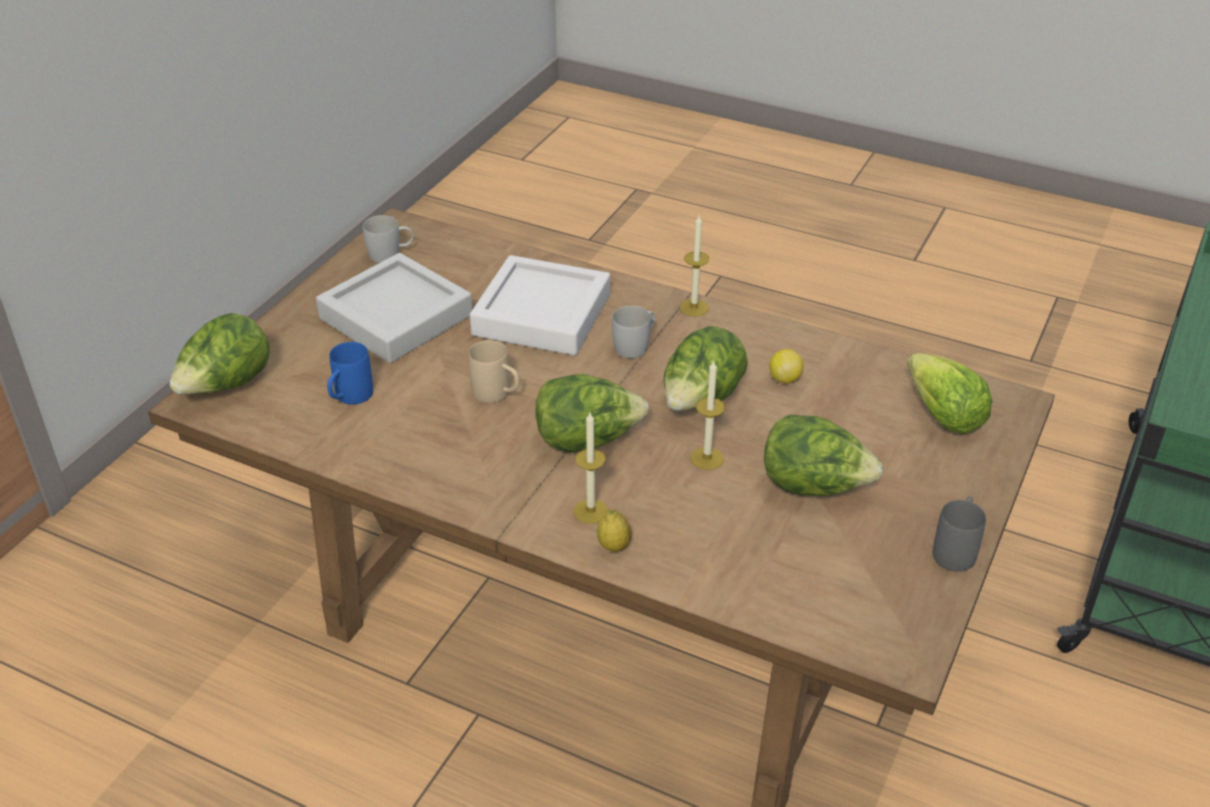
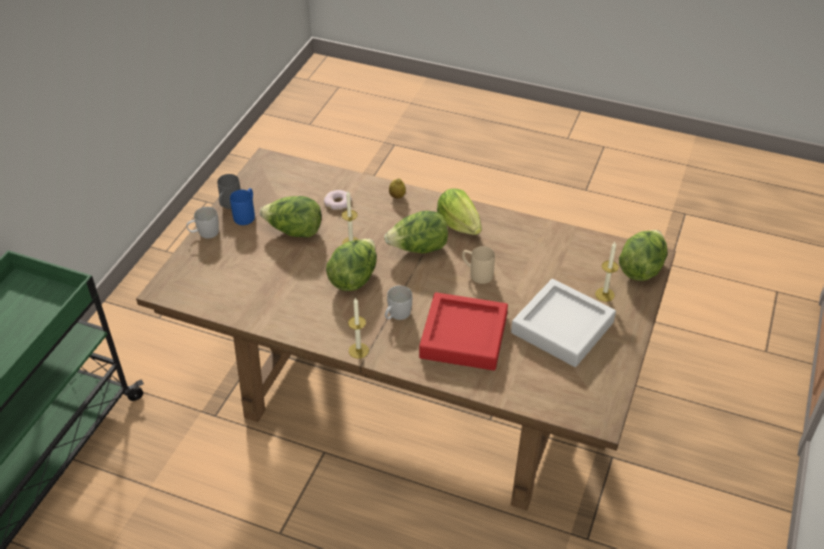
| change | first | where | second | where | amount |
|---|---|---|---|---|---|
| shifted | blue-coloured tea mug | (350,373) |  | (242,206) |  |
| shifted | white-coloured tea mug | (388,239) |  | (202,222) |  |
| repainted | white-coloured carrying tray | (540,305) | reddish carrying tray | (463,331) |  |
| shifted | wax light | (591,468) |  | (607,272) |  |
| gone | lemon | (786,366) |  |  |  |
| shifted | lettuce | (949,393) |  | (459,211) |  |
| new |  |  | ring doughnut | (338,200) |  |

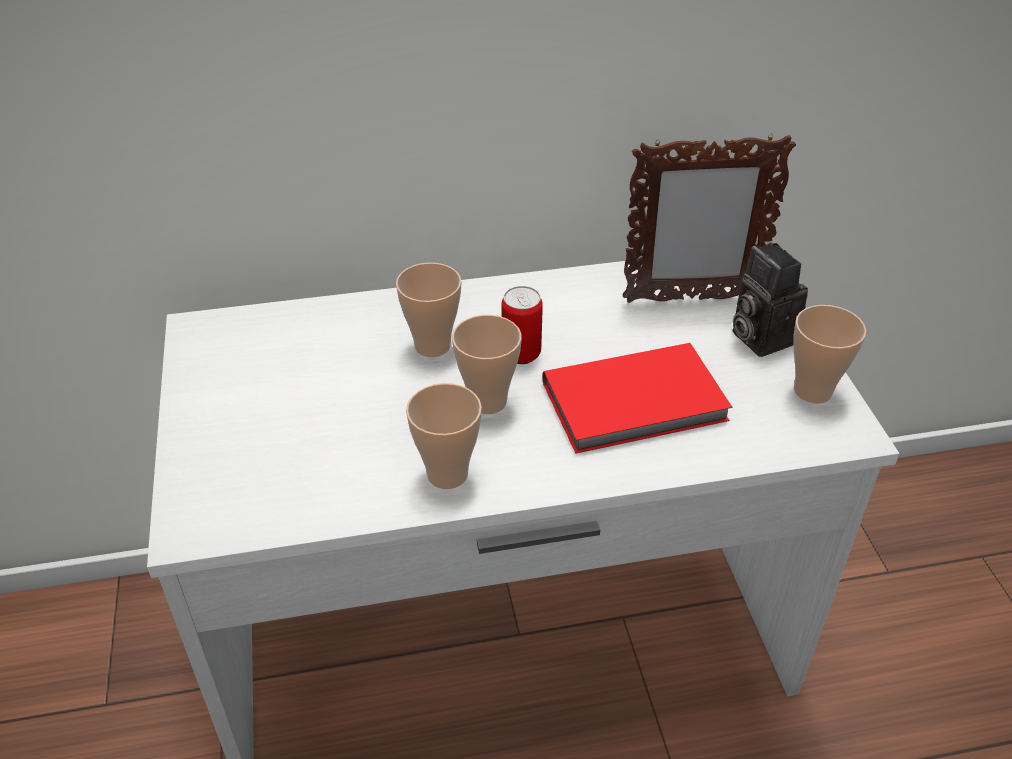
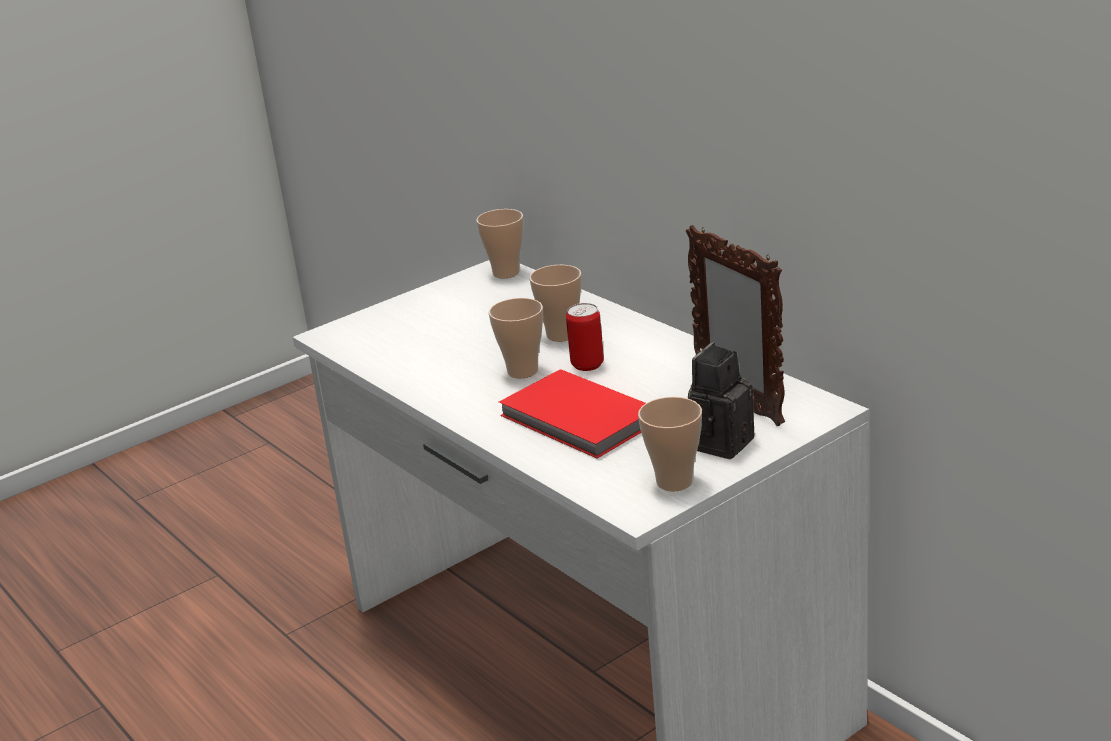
| change | first | where | second | where | amount |
|---|---|---|---|---|---|
| shifted | small cup | (444,436) |  | (500,243) |  |

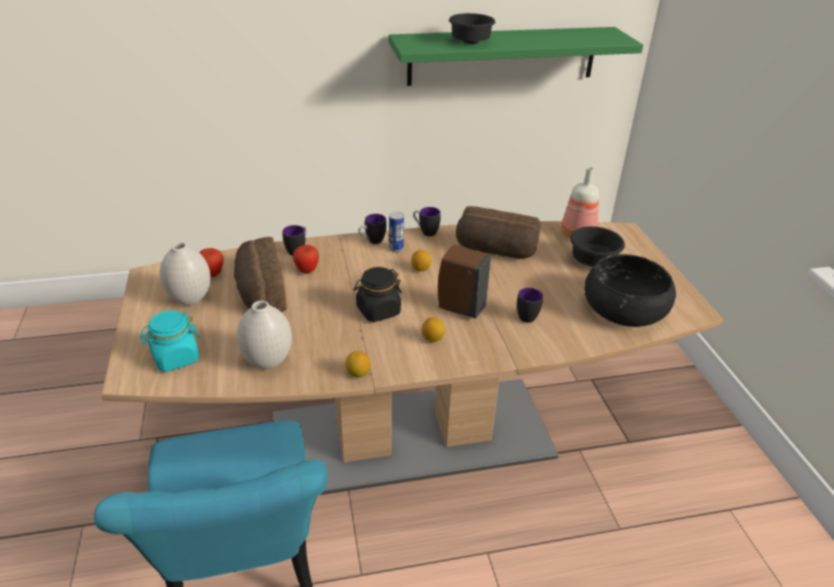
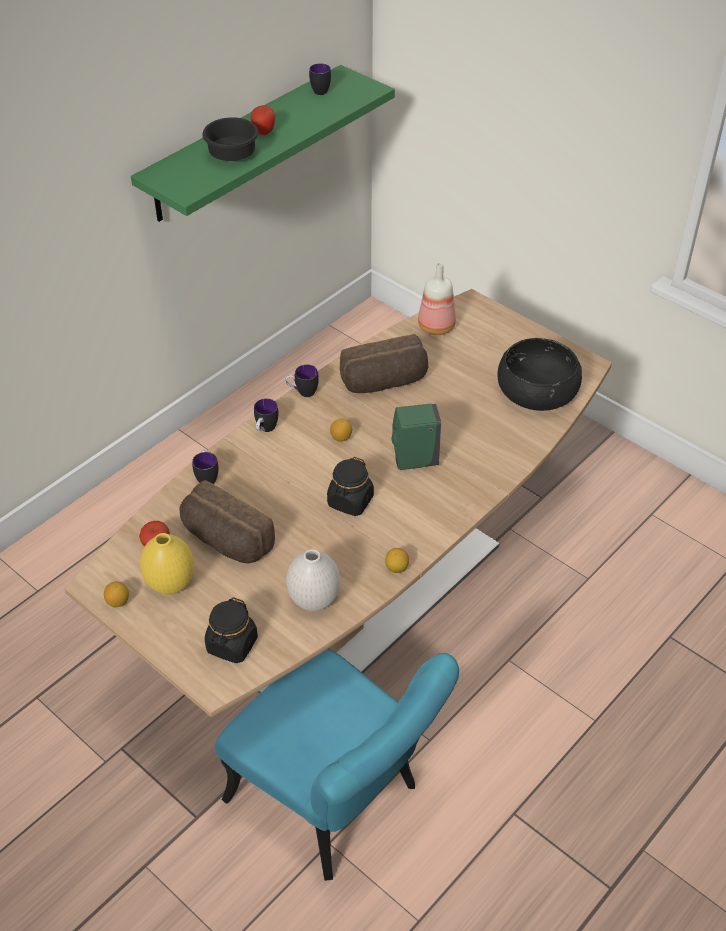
| change | first | where | second | where | amount |
|---|---|---|---|---|---|
| repainted | blue-green jar | (170,341) | black-coloured jar | (231,630) |  |
| repainted | white-coloured vase | (185,274) | yellow vase | (167,564) |  |
| shifted | apple | (305,259) |  | (262,120) |  |
| gone | can | (396,232) |  |  |  |
| shifted | lemon | (433,329) |  | (116,594) |  |
| repainted | brown soap dispenser | (464,282) | green-coloured soap dispenser | (416,437) |  |
| shifted | tea mug | (530,305) |  | (320,79) |  |
| gone | black-coloured serving bowl | (597,246) |  |  |  |

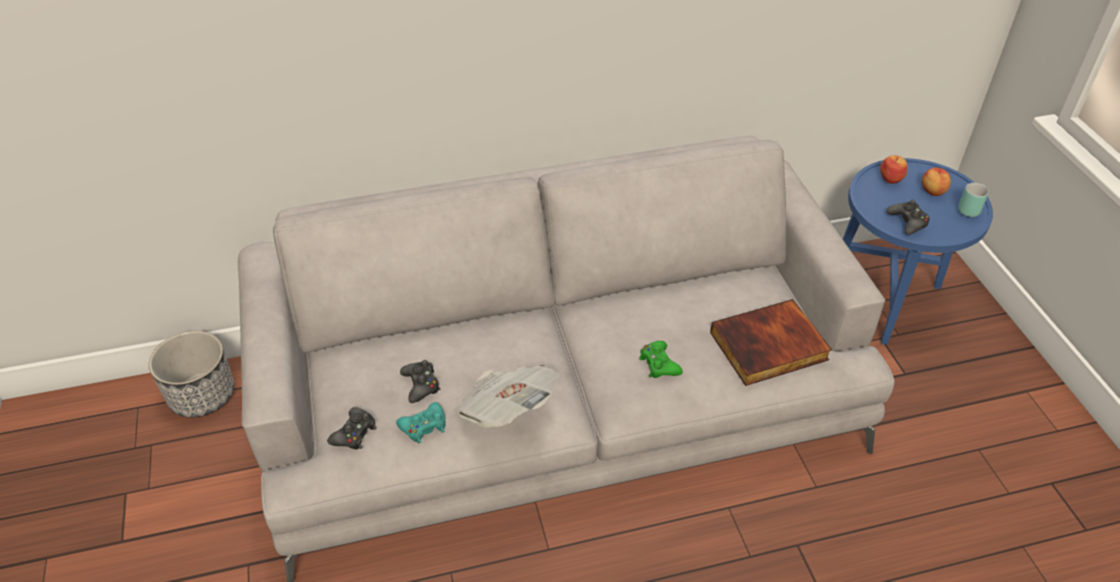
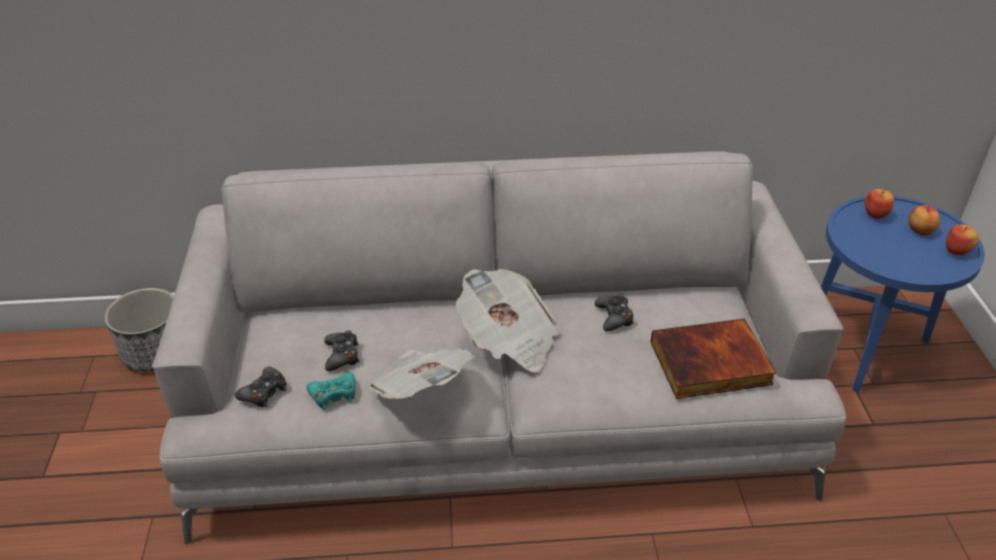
| change | first | where | second | where | amount |
|---|---|---|---|---|---|
| gone | green-coloured joypad | (661,359) |  |  |  |
| shifted | black-coloured joypad | (908,217) |  | (614,312) |  |
| swapped | blue-green tea mug | (973,200) | apple | (962,239) |  |
| new |  |  | printed paper | (508,320) |  |

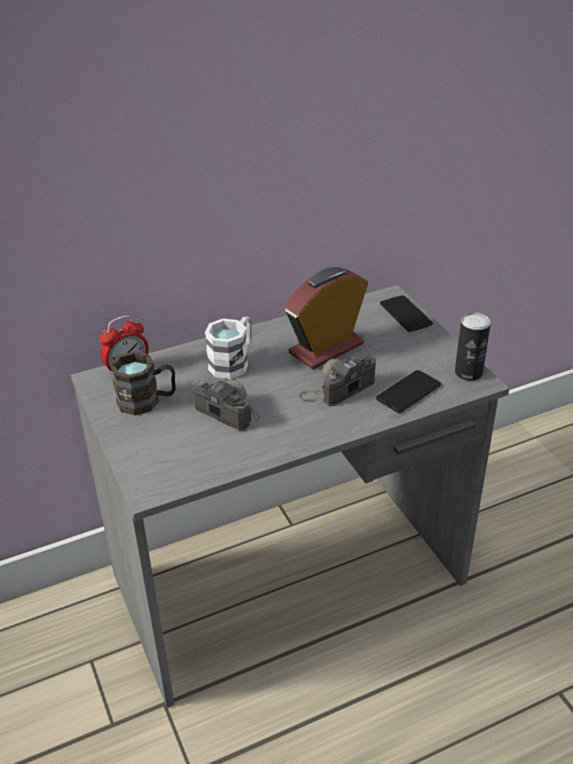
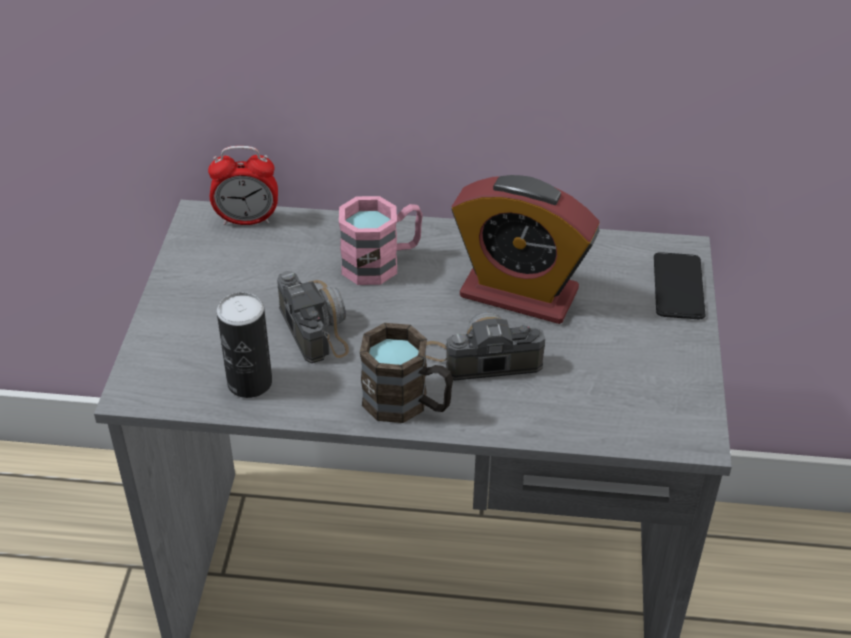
| change | first | where | second | where | amount |
|---|---|---|---|---|---|
| shifted | brown tea mug | (143,383) |  | (406,373) |  |
| repainted | white-coloured tea mug | (228,348) | pink-coloured tea mug | (381,240) |  |
| rotated | bedside clock | (326,318) |  | (525,249) | 150 degrees counterclockwise |
| gone | phone | (408,391) |  |  |  |
| shifted | can | (473,346) |  | (244,345) |  |

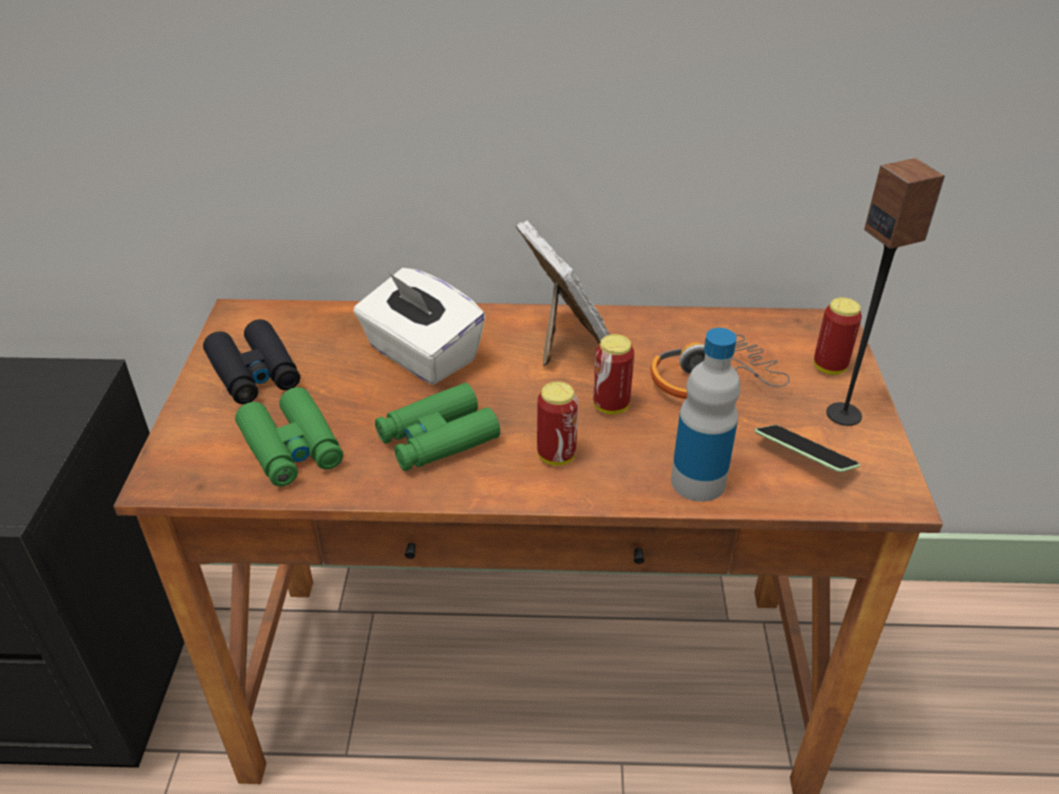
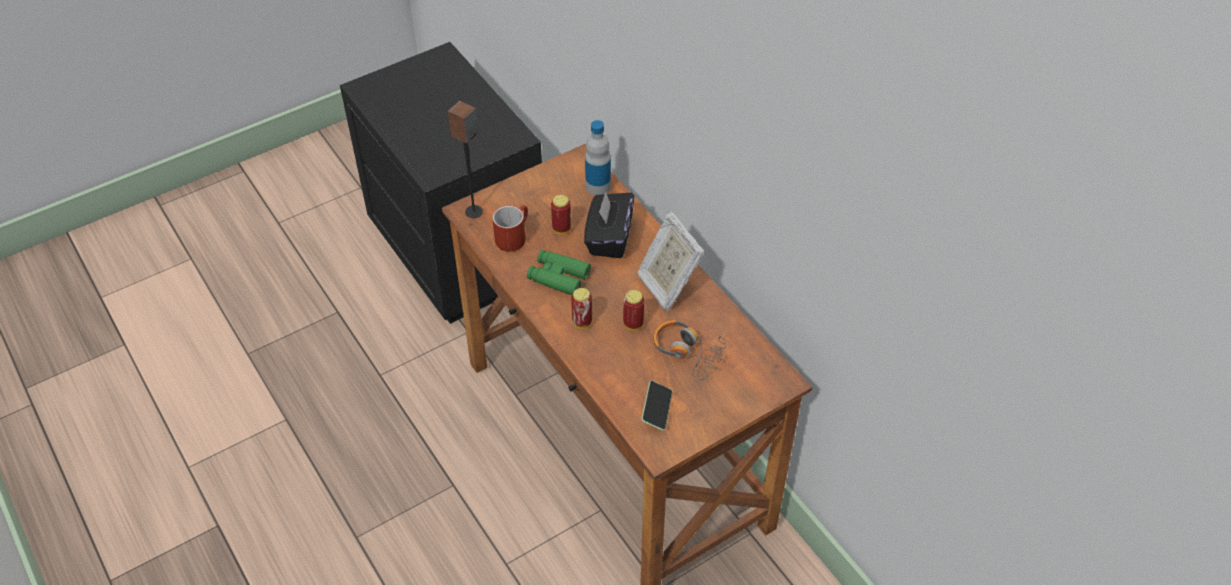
| change | first | where | second | where | amount |
|---|---|---|---|---|---|
| gone | black-coloured pair of binoculars | (251,361) |  |  |  |
| swapped | green-coloured pair of binoculars | (289,436) | reddish tea mug | (510,228) |  |
| repainted | white-coloured tissue holder | (419,326) | black-coloured tissue holder | (609,224) |  |
| rotated | standing frame | (562,293) |  | (671,261) | 120 degrees clockwise |
| shifted | beverage bottle | (705,415) |  | (598,157) |  |
| shifted | can | (838,336) |  | (561,214) |  |
| shifted | speaker | (885,292) |  | (465,159) |  |

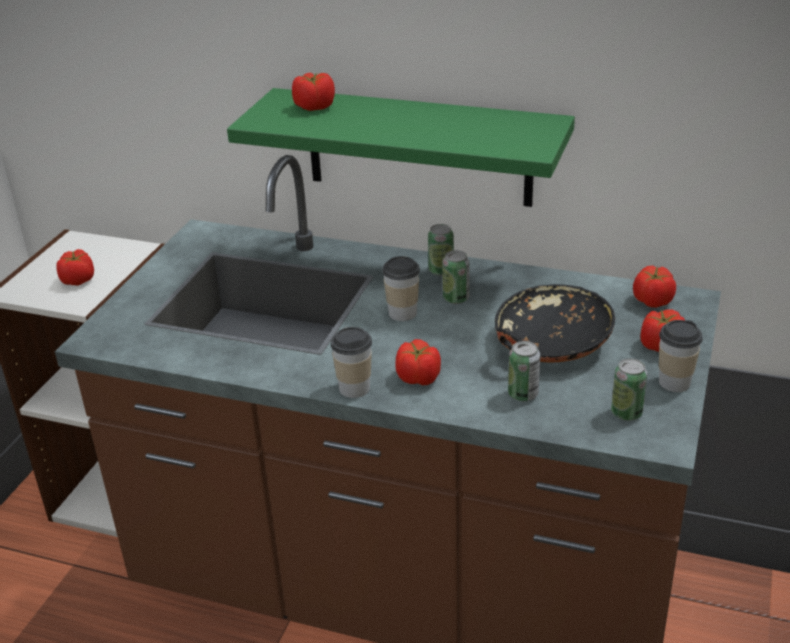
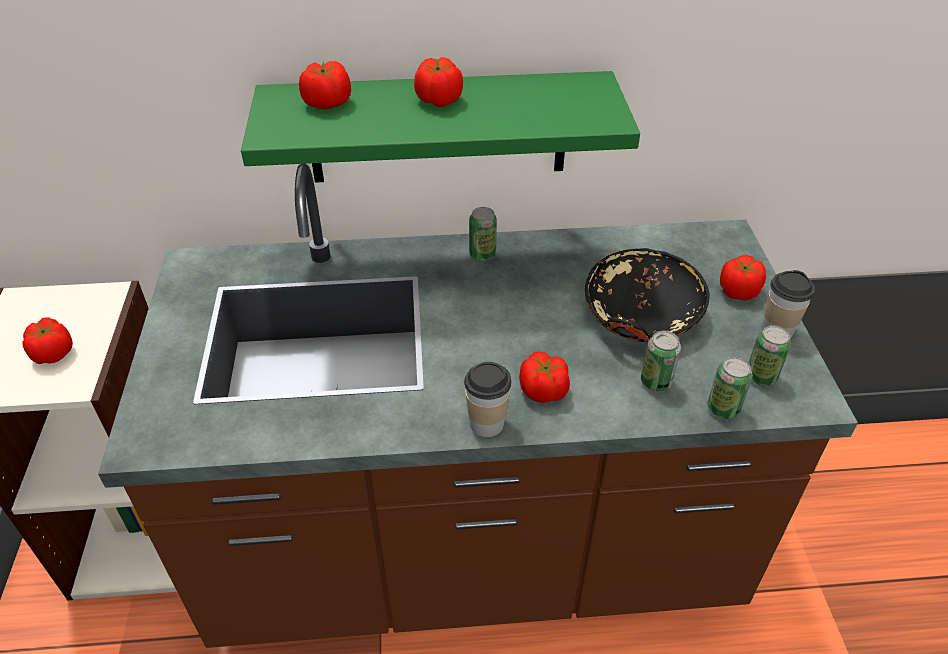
| change | first | where | second | where | amount |
|---|---|---|---|---|---|
| gone | small cup | (401,288) |  |  |  |
| shifted | can | (456,277) |  | (729,388) |  |
| shifted | tomato | (654,287) |  | (438,82) |  |

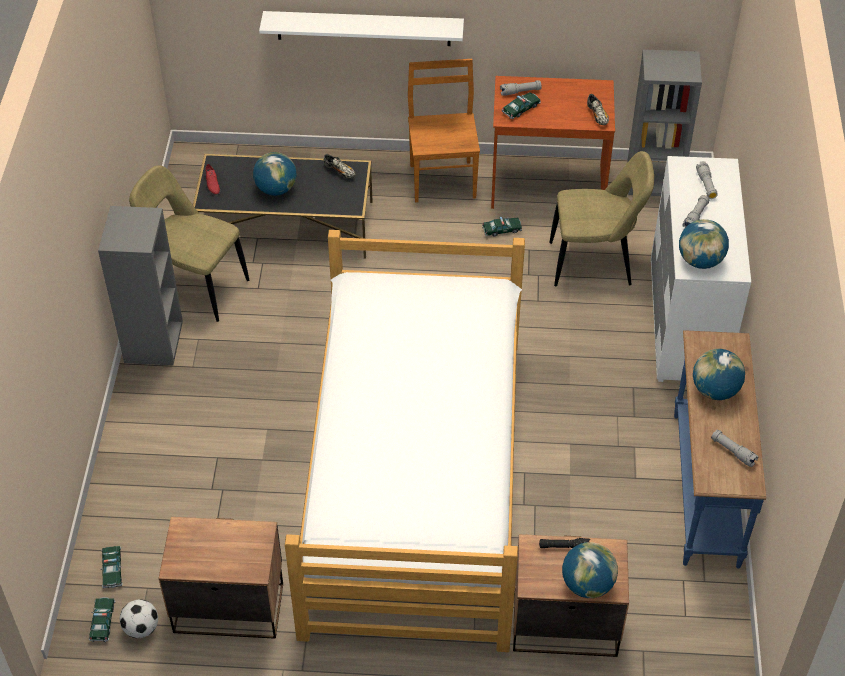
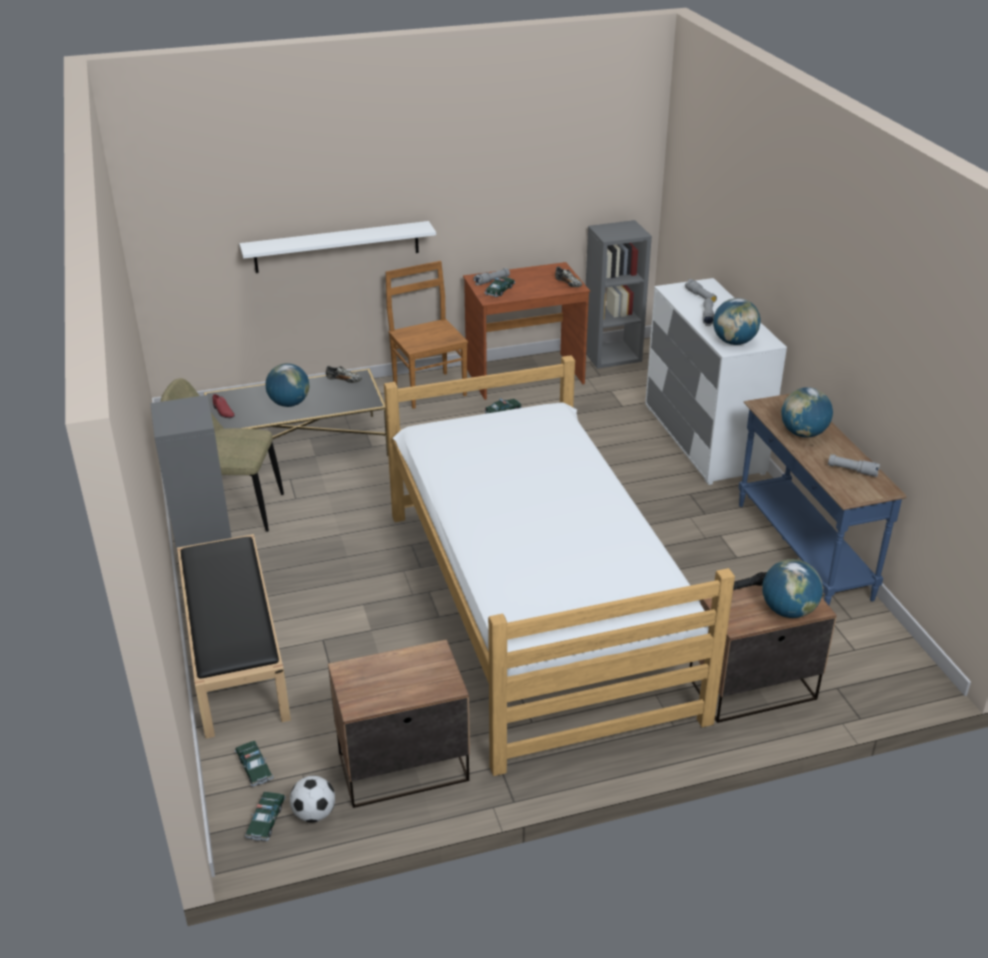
| change | first | where | second | where | amount |
|---|---|---|---|---|---|
| rotated | model car | (102,619) |  | (265,816) | 150 degrees counterclockwise |
| gone | sand-coloured chair | (601,218) |  |  |  |
| new |  |  | black-coloured indoor bench | (234,636) |  |

